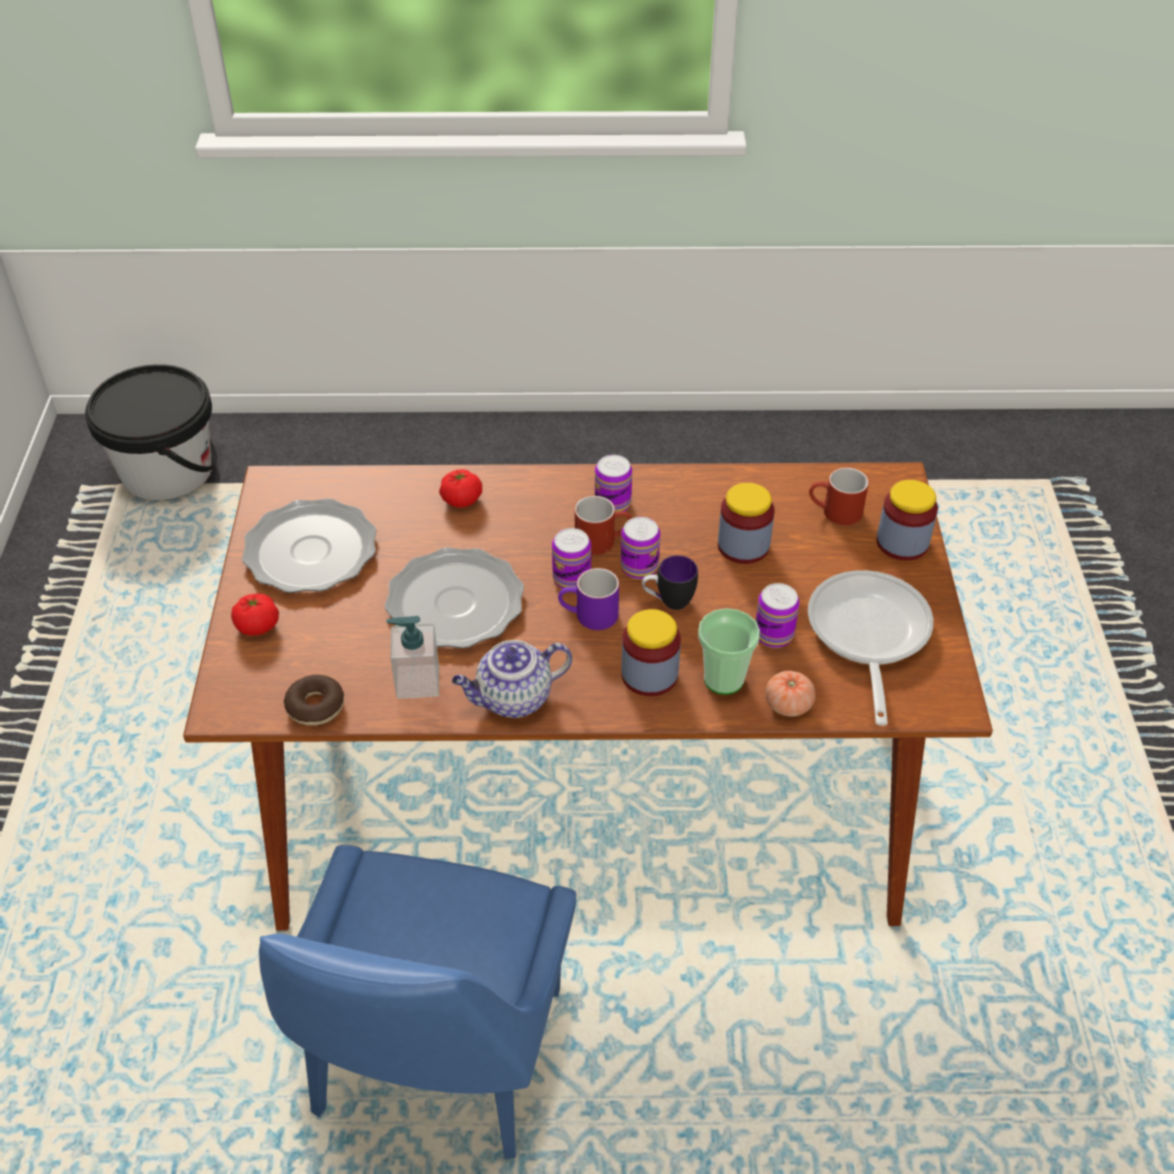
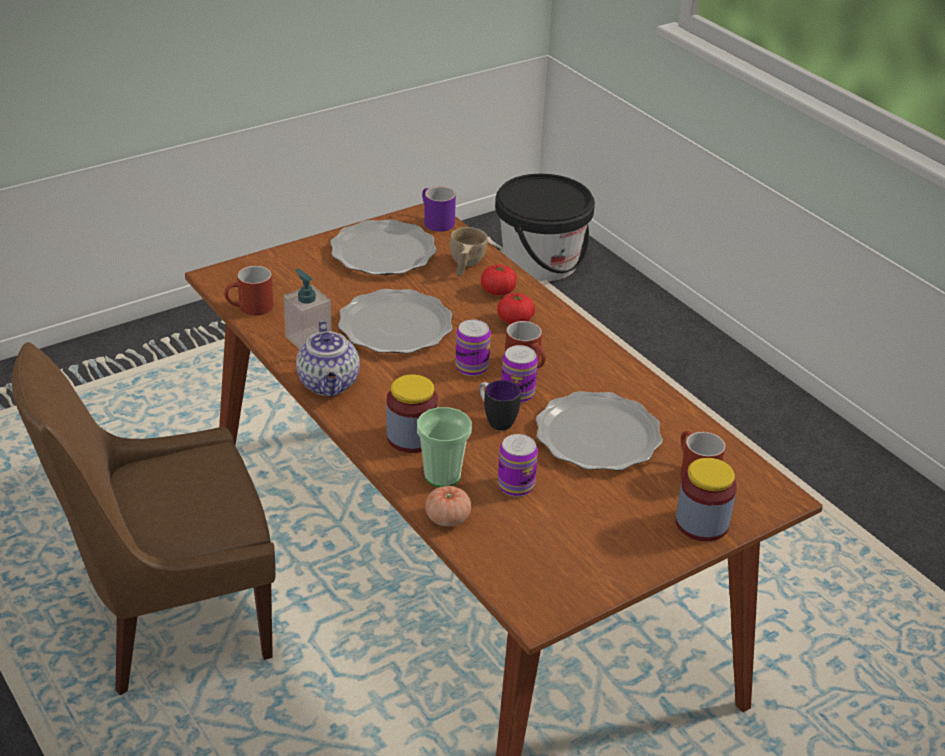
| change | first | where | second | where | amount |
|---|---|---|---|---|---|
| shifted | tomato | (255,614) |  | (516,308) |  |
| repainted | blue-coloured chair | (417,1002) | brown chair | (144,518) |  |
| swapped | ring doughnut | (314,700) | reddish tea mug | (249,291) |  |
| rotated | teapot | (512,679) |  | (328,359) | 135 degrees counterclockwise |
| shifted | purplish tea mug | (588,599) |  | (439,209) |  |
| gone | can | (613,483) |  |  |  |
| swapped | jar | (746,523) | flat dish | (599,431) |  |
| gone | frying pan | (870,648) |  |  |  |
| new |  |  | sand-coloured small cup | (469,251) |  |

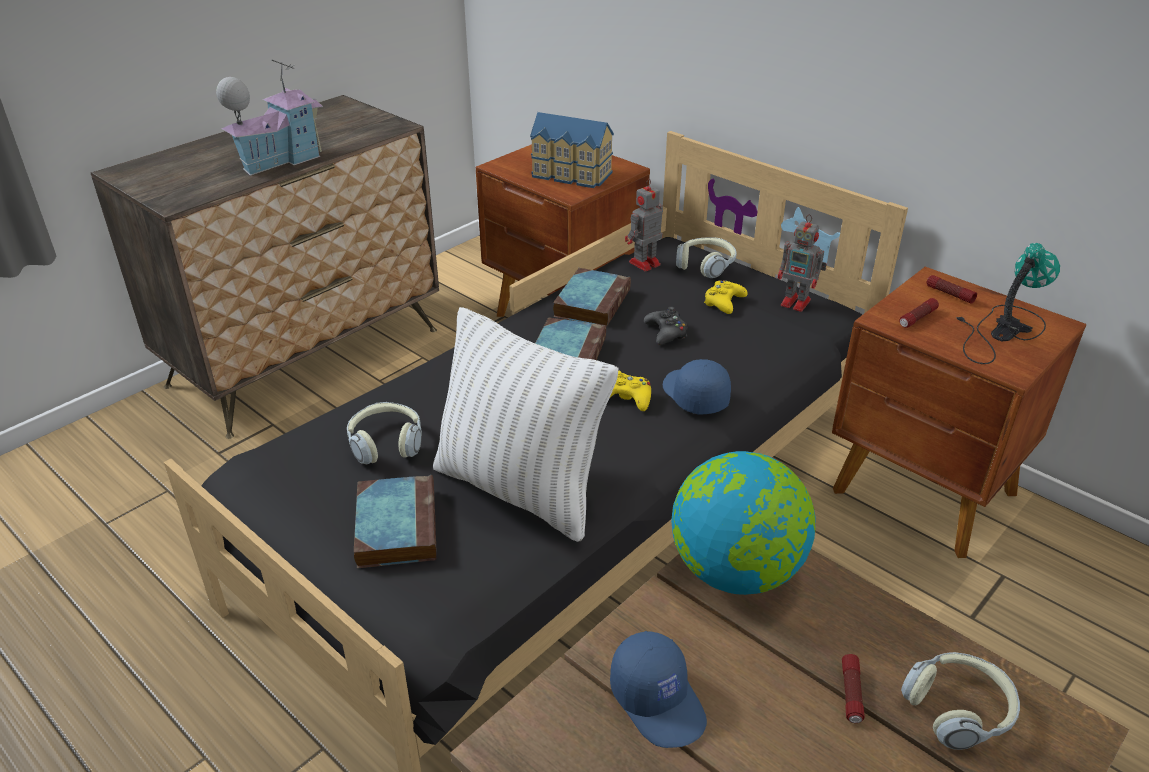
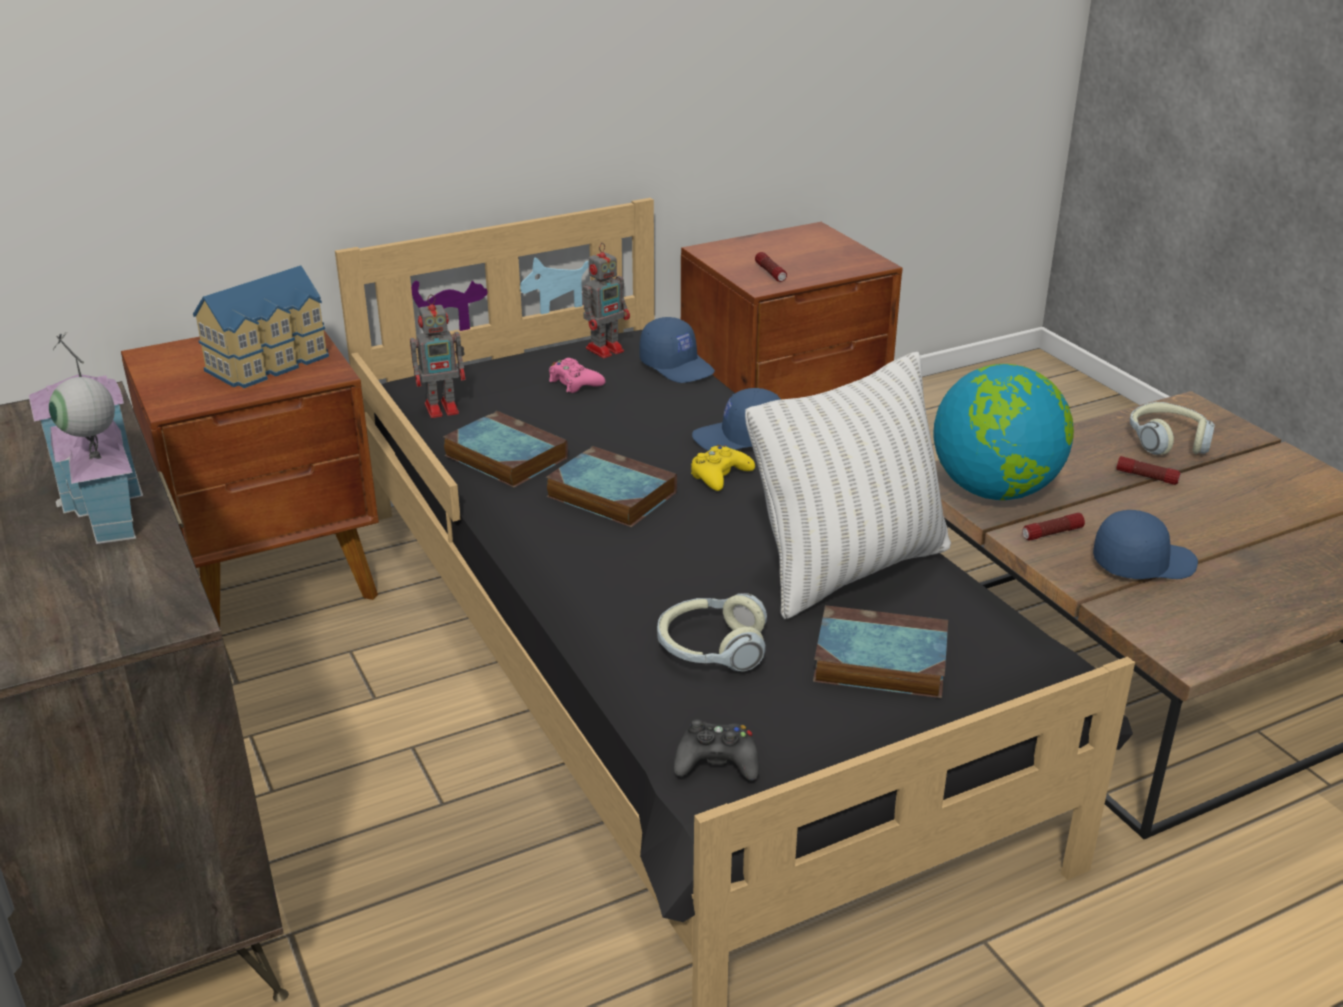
| change | first | where | second | where | amount |
|---|---|---|---|---|---|
| rotated | toy robot | (644,225) |  | (437,356) | 90 degrees counterclockwise |
| shifted | black-coloured joypad | (665,326) |  | (716,750) |  |
| gone | pair of headphones | (706,257) |  |  |  |
| repainted | yellow joypad | (726,297) | pink-coloured joypad | (577,375) |  |
| shifted | hand torch | (951,289) |  | (1053,527) |  |
| gone | tabletop lamp | (1008,303) |  |  |  |
| new |  |  | blue-coloured cap | (677,350) |  |

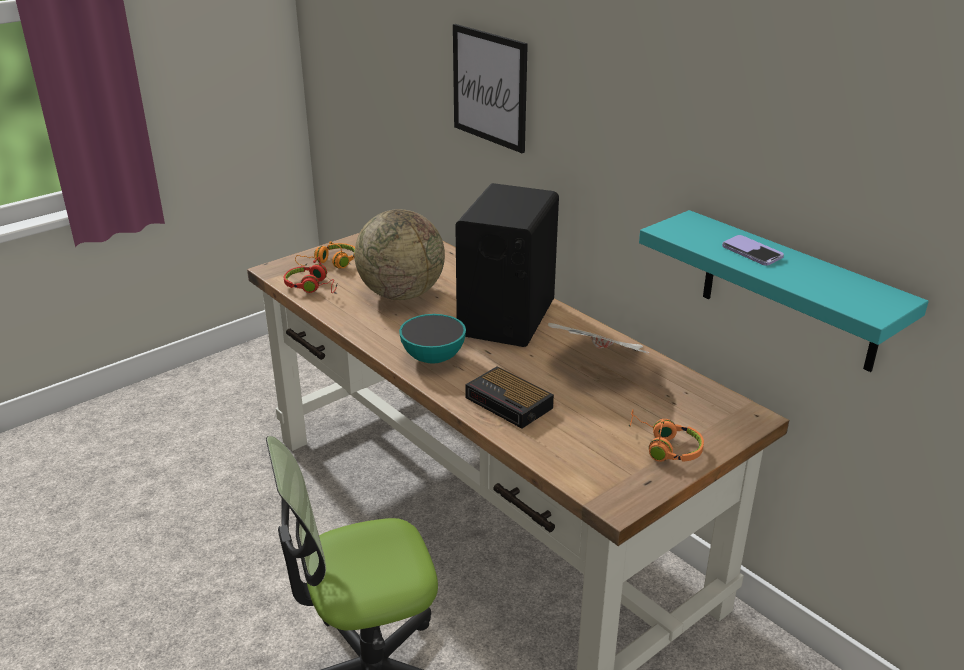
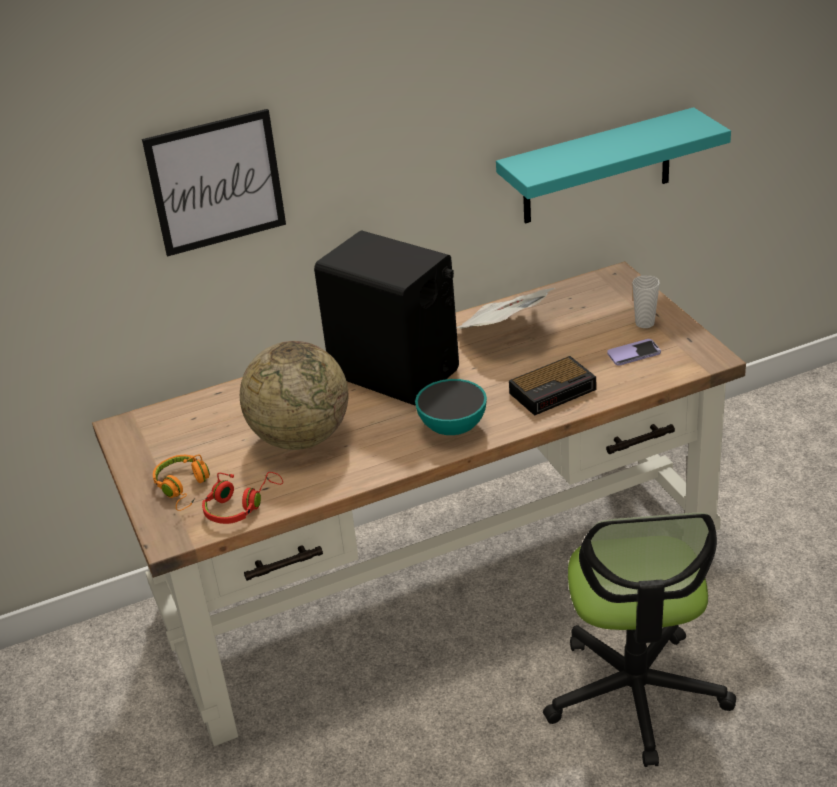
| change | first | where | second | where | amount |
|---|---|---|---|---|---|
| swapped | orange-coloured pair of headphones | (666,435) | small cup | (646,301) |  |
| shifted | phone | (753,250) |  | (634,352) |  |

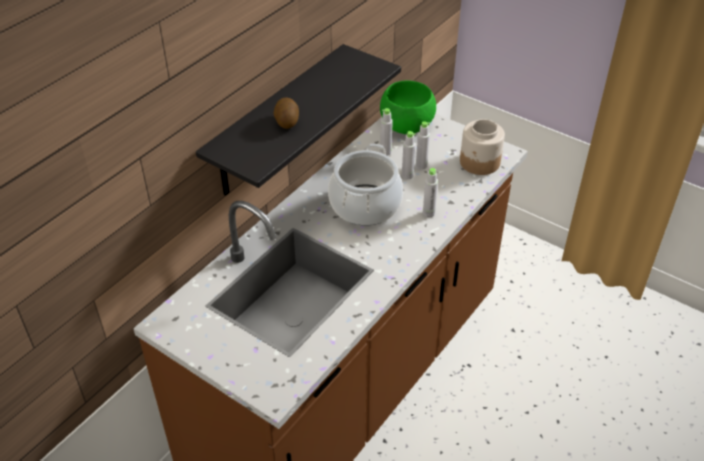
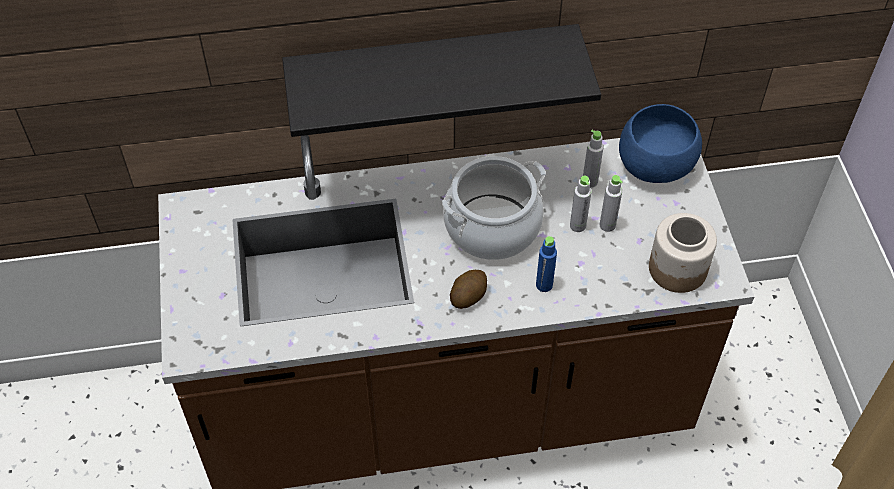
| change | first | where | second | where | amount |
|---|---|---|---|---|---|
| shifted | potato | (286,113) |  | (468,289) |  |
| repainted | green-coloured serving bowl | (408,107) | blue-coloured serving bowl | (660,143) |  |
| repainted | gray beverage bottle | (430,192) | blue-coloured beverage bottle | (546,264) |  |

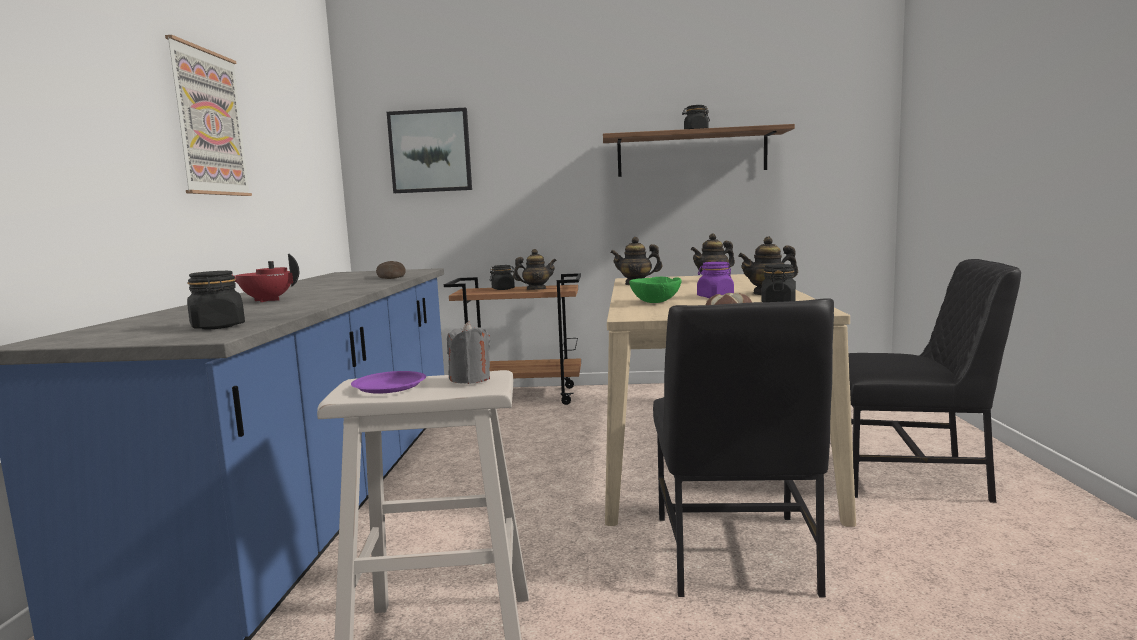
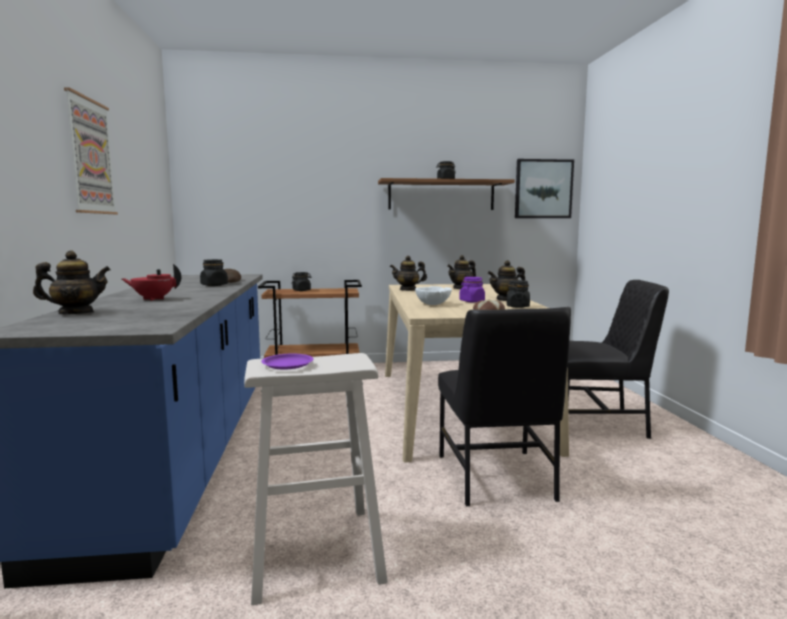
| change | first | where | second | where | amount |
|---|---|---|---|---|---|
| shifted | black-coloured jar | (216,300) |  | (214,272) |  |
| shifted | picture | (429,150) |  | (544,188) |  |
| gone | gray wax light | (468,352) |  |  |  |
| shifted | teapot | (535,269) |  | (72,282) |  |
| repainted | green-coloured serving bowl | (655,290) | white-coloured serving bowl | (433,295) |  |

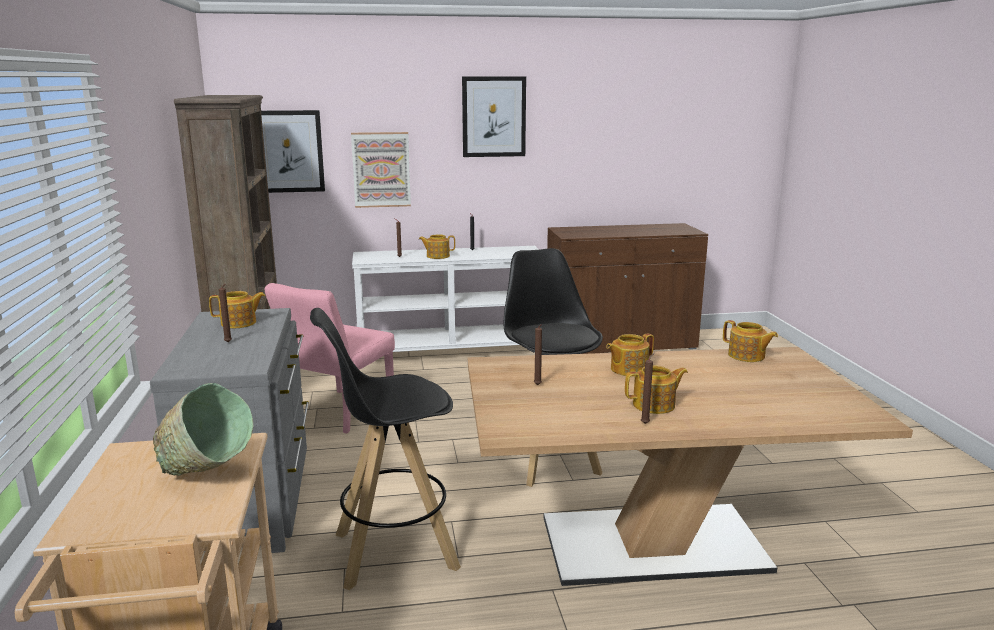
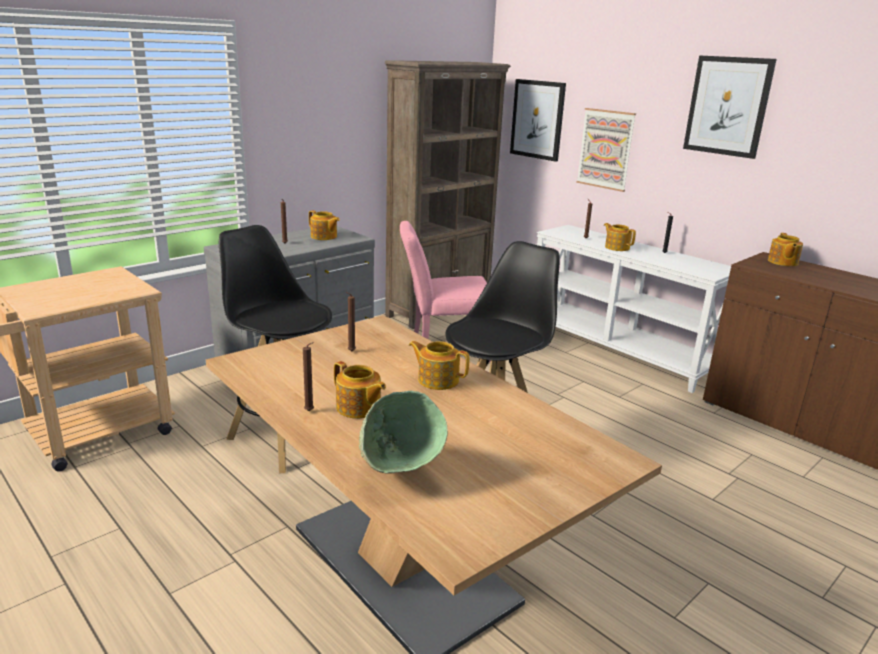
| change | first | where | second | where | amount |
|---|---|---|---|---|---|
| shifted | green-coloured serving bowl | (203,429) |  | (403,432) |  |
| shifted | teapot | (750,341) |  | (785,249) |  |

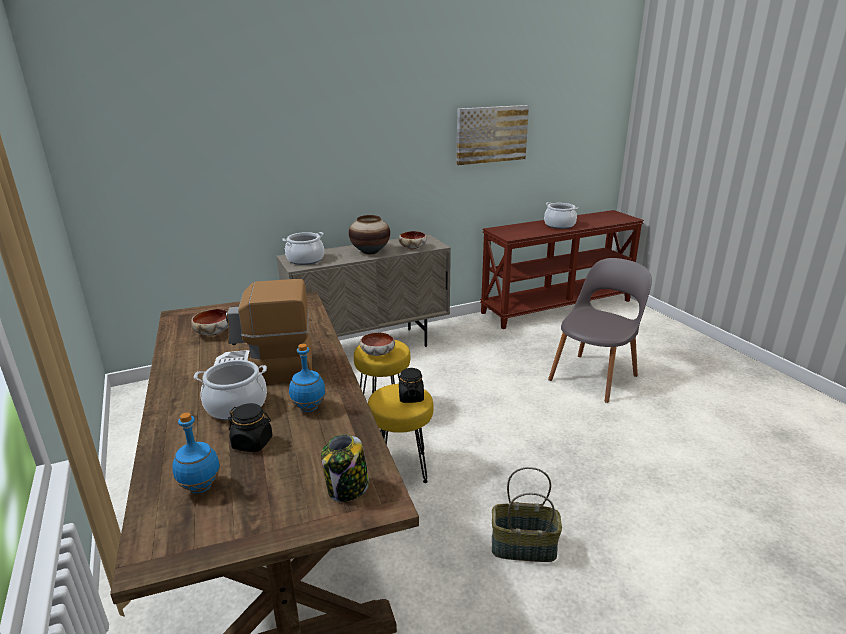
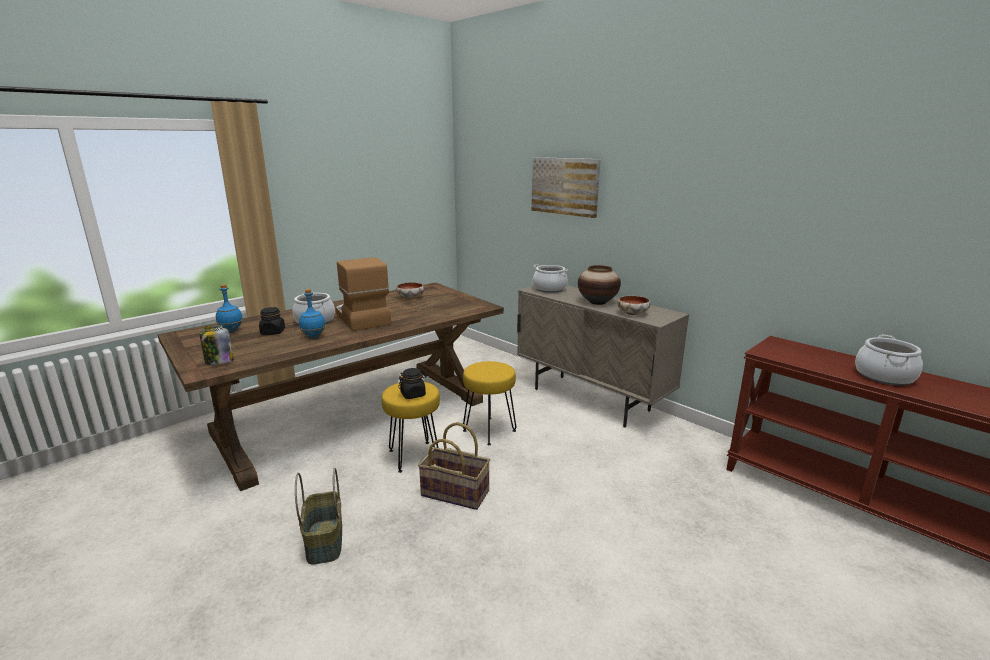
| change | first | where | second | where | amount |
|---|---|---|---|---|---|
| gone | serving bowl | (377,344) |  |  |  |
| shifted | picture | (492,135) |  | (566,187) |  |
| gone | gray chair | (600,330) |  |  |  |
| new |  |  | basket | (454,466) |  |

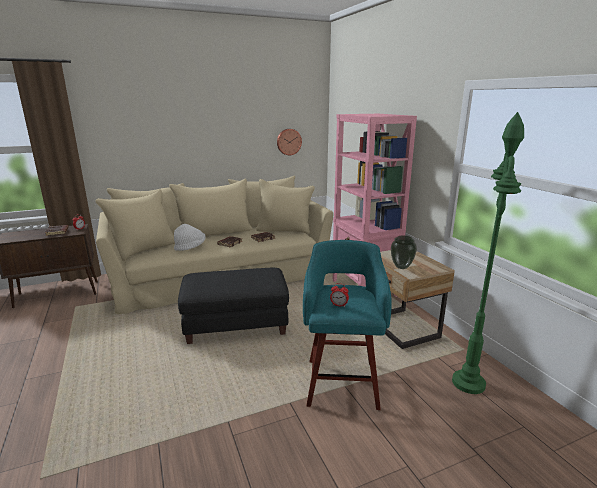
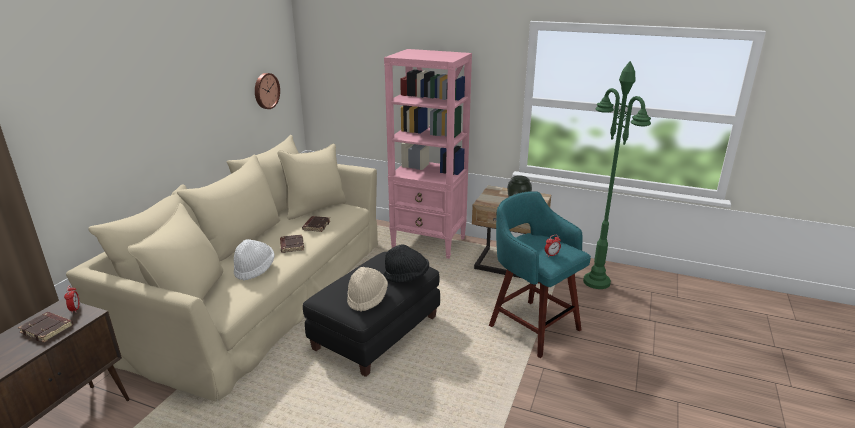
| change | first | where | second | where | amount |
|---|---|---|---|---|---|
| new |  |  | sand-coloured clothing hat | (367,289) |  |
| new |  |  | black-coloured clothing hat | (406,263) |  |

